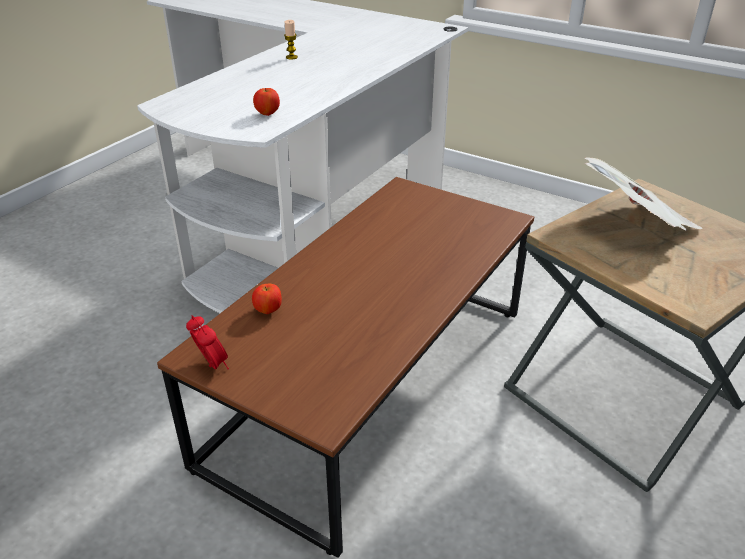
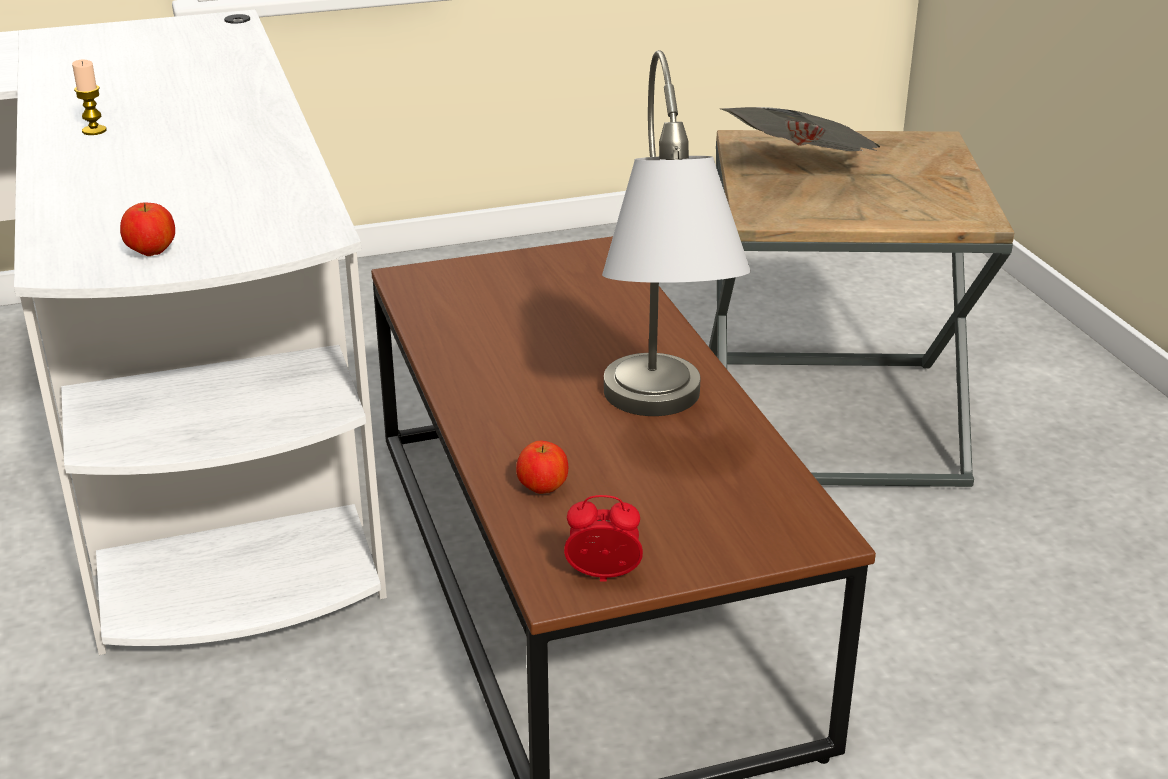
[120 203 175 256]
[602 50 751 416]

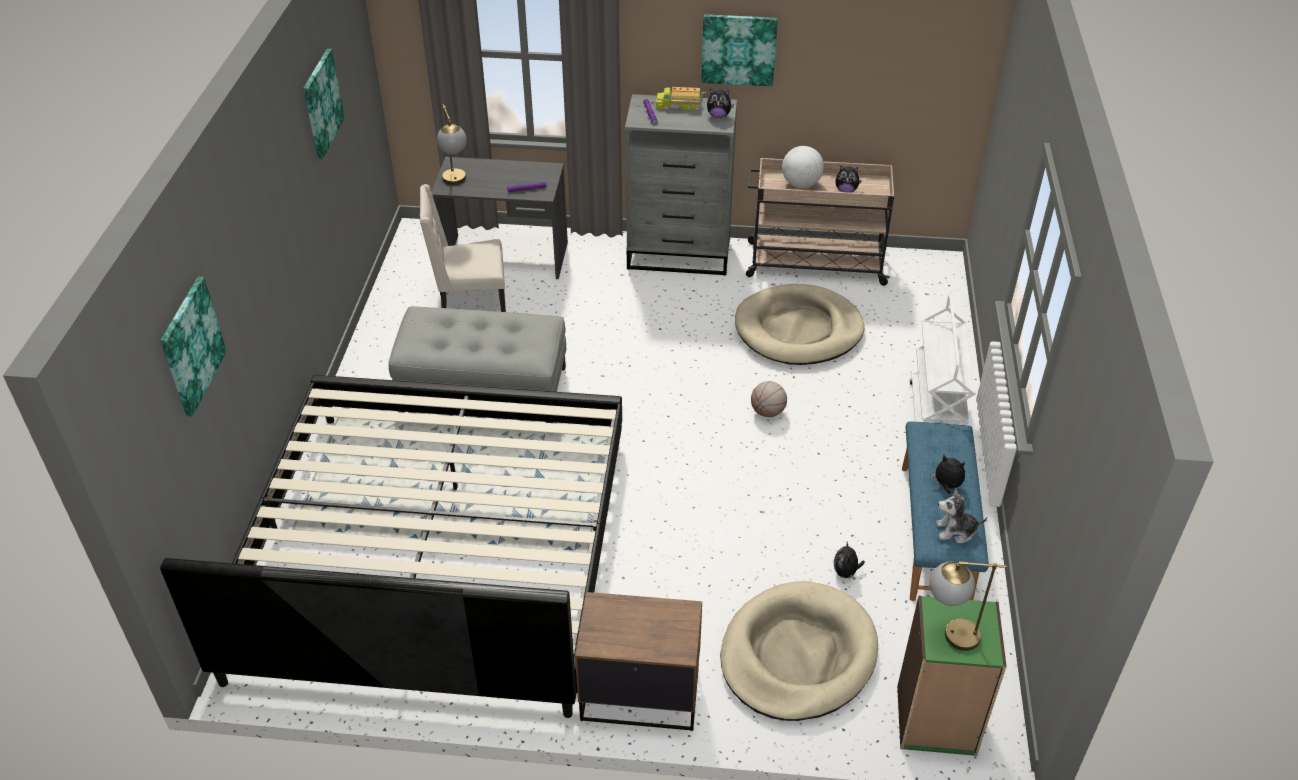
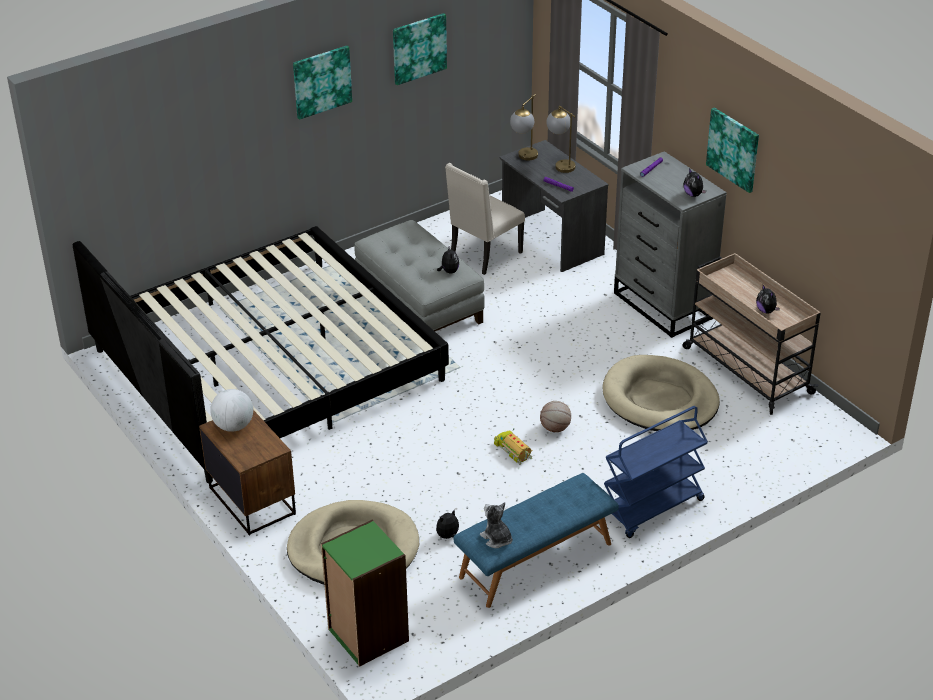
[494 428 533 465]
[210 389 253 432]
[445 163 525 275]
[293 46 352 120]
[604 406 708 538]
[437 245 459 273]
[547 106 575 173]

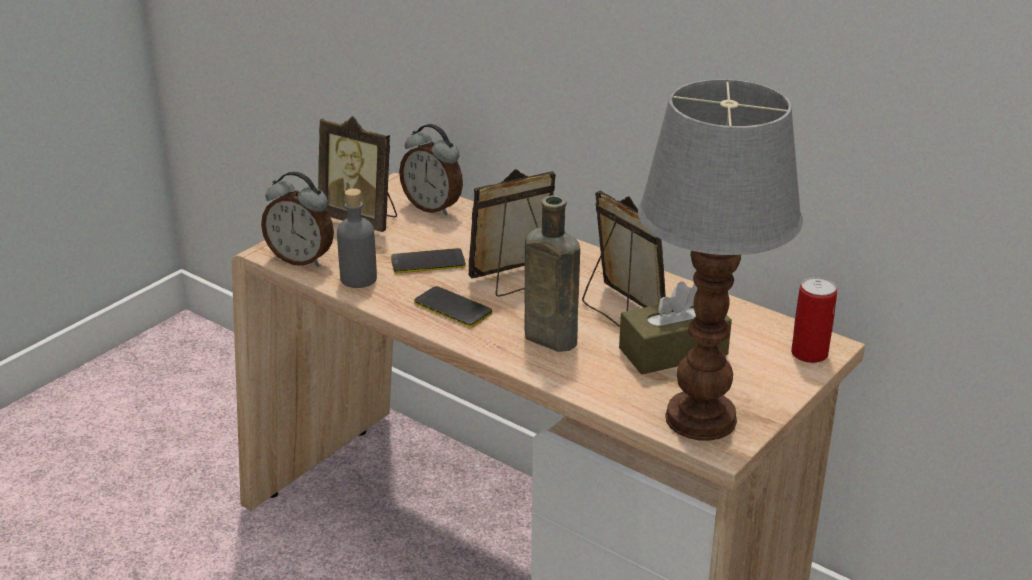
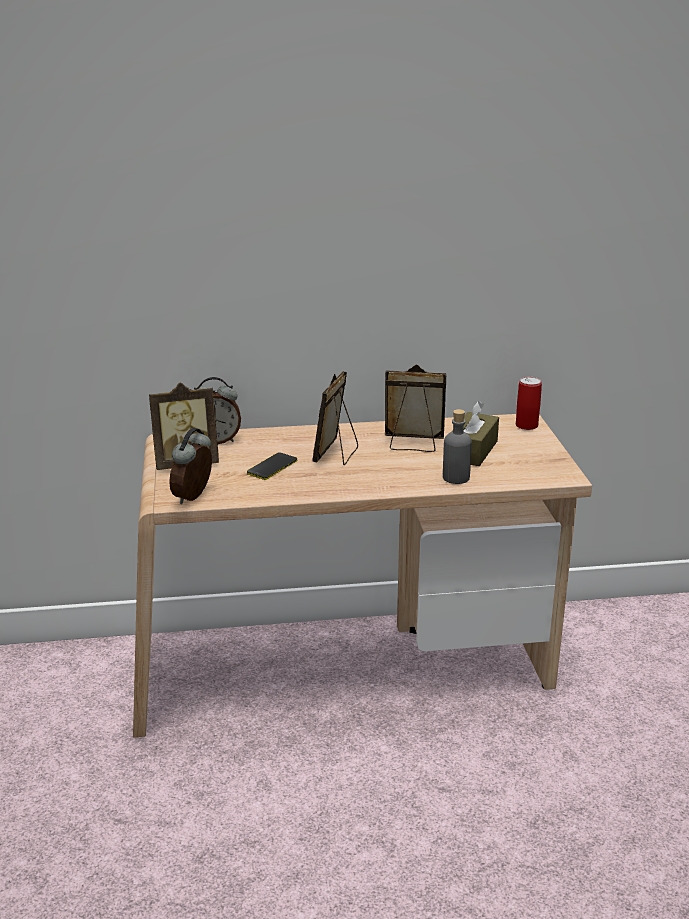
[638 79 803 441] (first image)
[169 428 212 504]
[443 409 472 484]
[525 195 580 352] (first image)
[414 286 492 327] (first image)

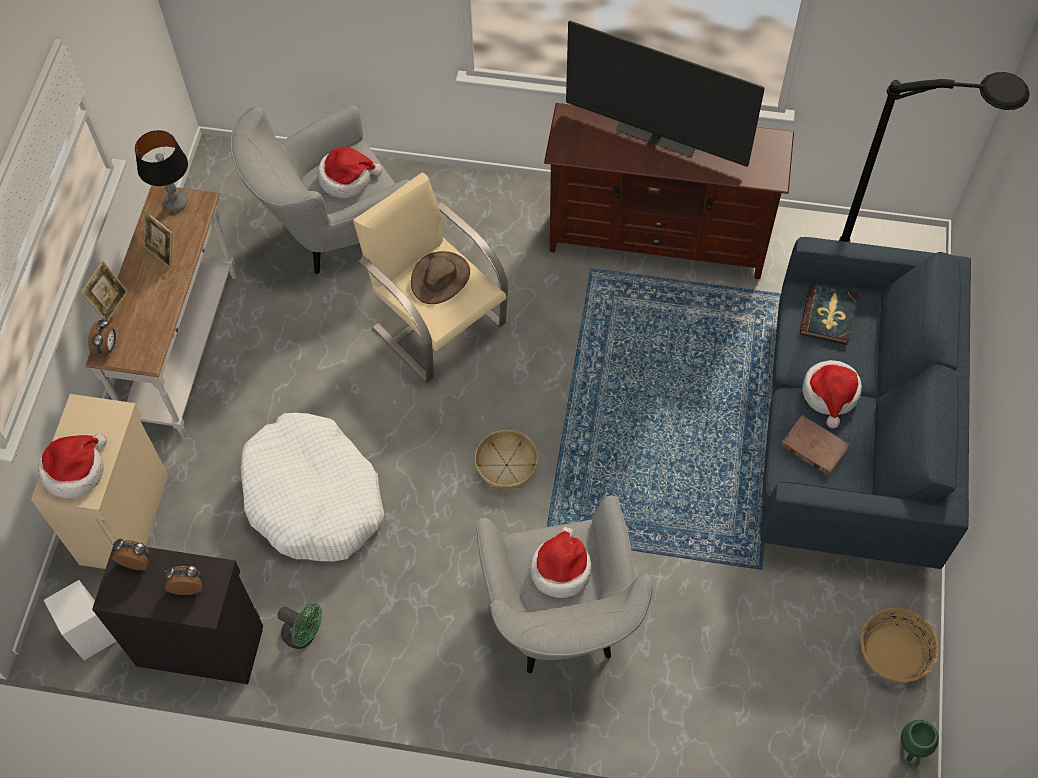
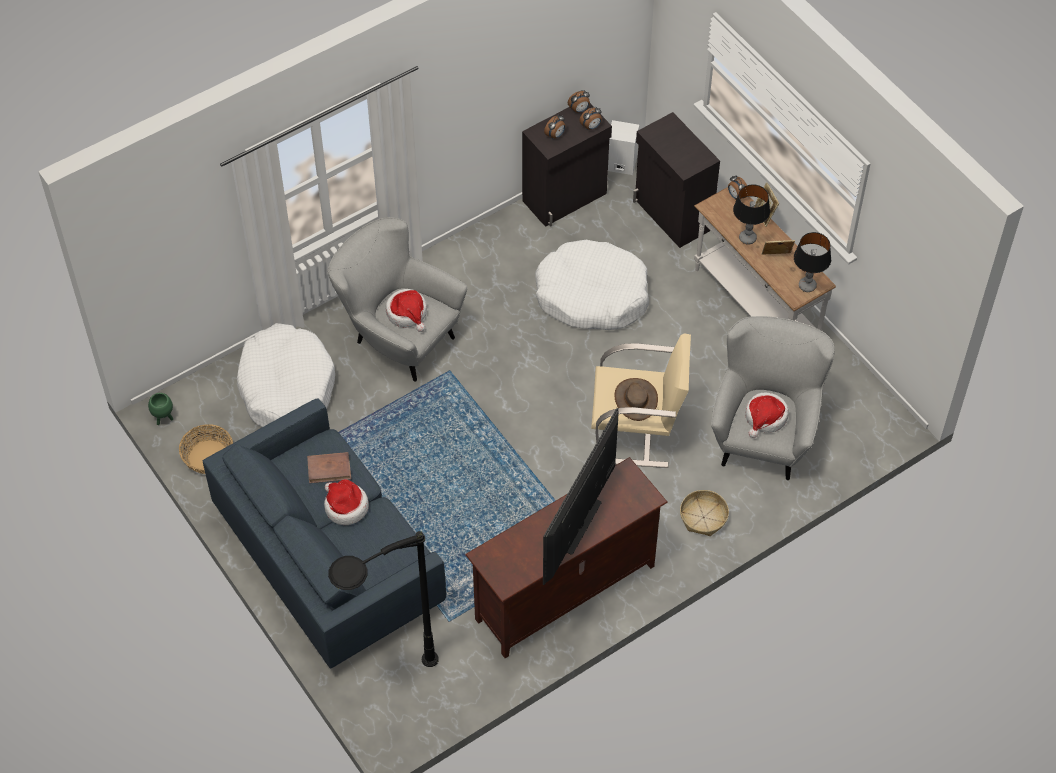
[543 408 619 585]
[800 284 858 345] (first image)
[633 112 720 248]
[680 490 729 536]
[38 434 107 498] (first image)
[278 604 322 649] (first image)
[568 90 590 113]
[733 184 770 245]
[237 323 335 427]

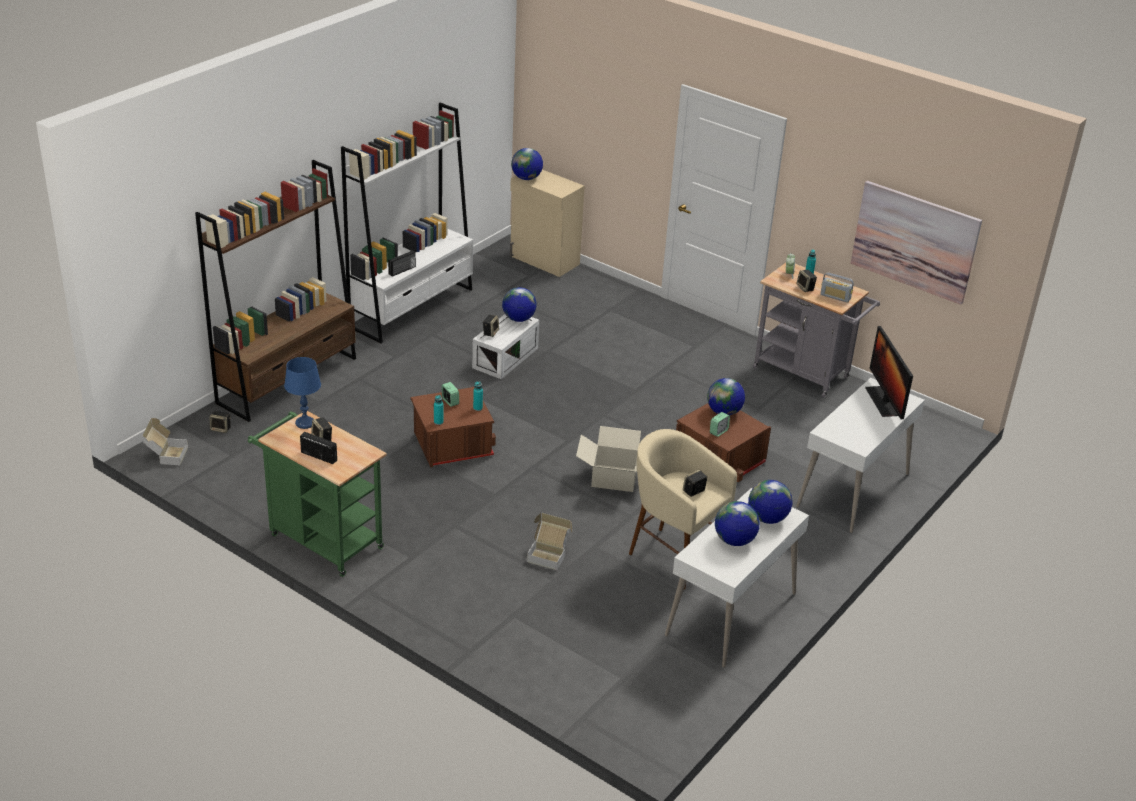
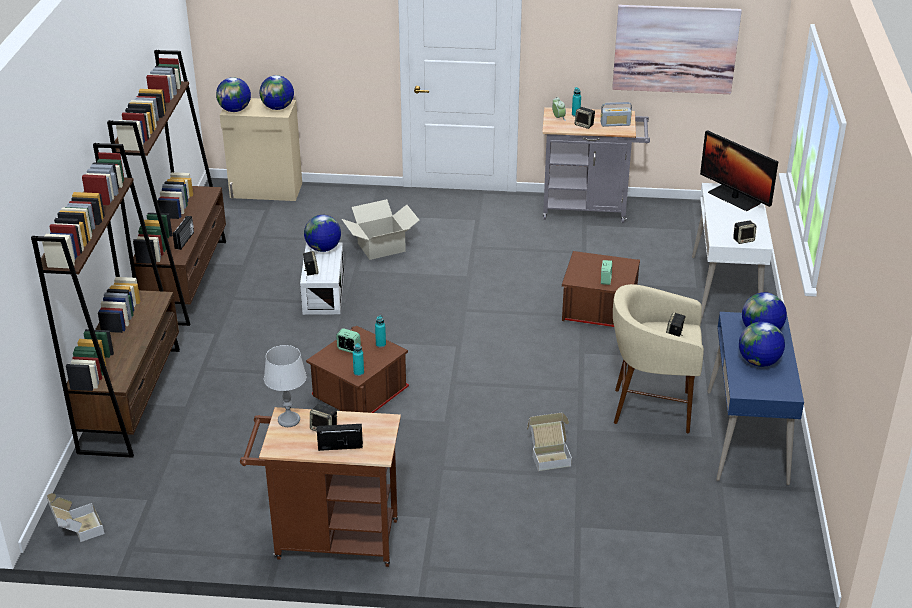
[107 50 226 326]
[264 345 307 427]
[259 75 294 110]
[733 221 756 244]
[240 407 401 567]
[342 199 419 260]
[707 312 804 485]

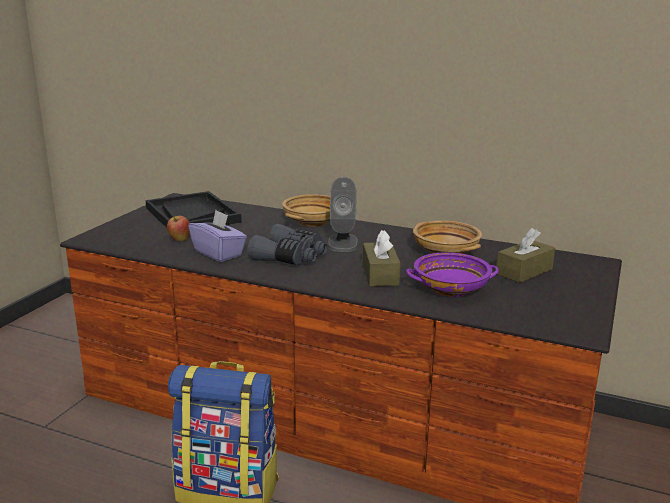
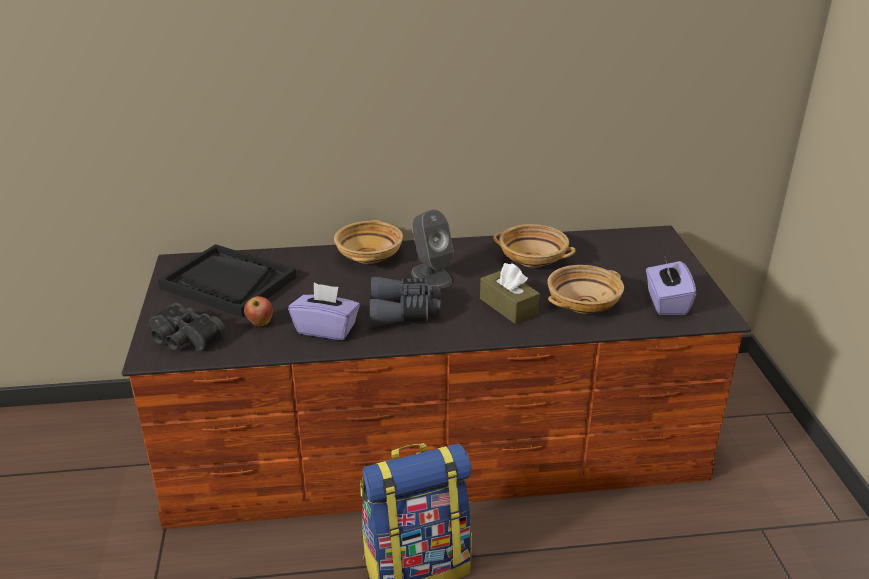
[497 228 555 283] (first image)
[547 265 624 314]
[646 258 697 315]
[150 303 226 351]

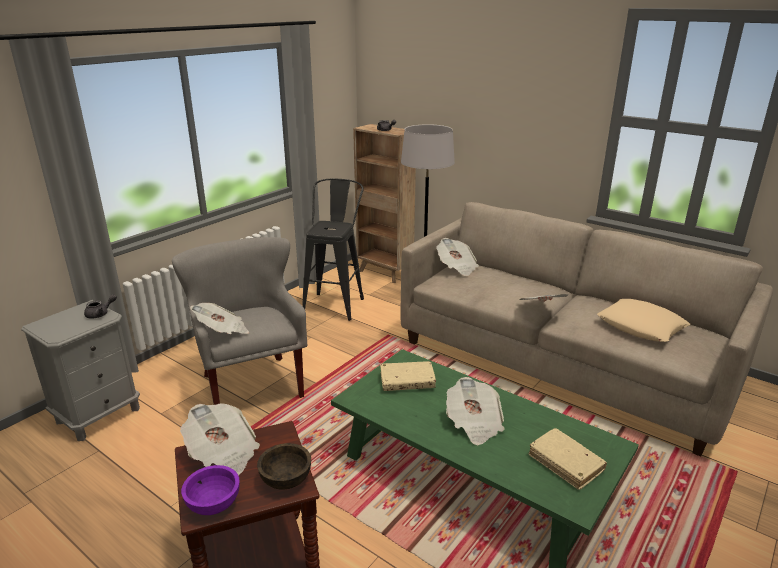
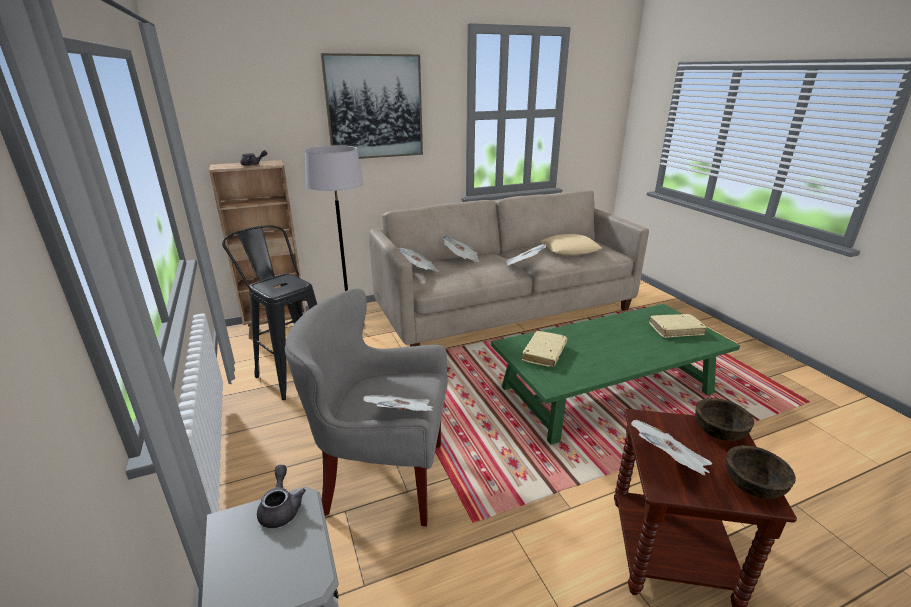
[442 235 479 262]
[726 445 796 499]
[321 53 423 159]

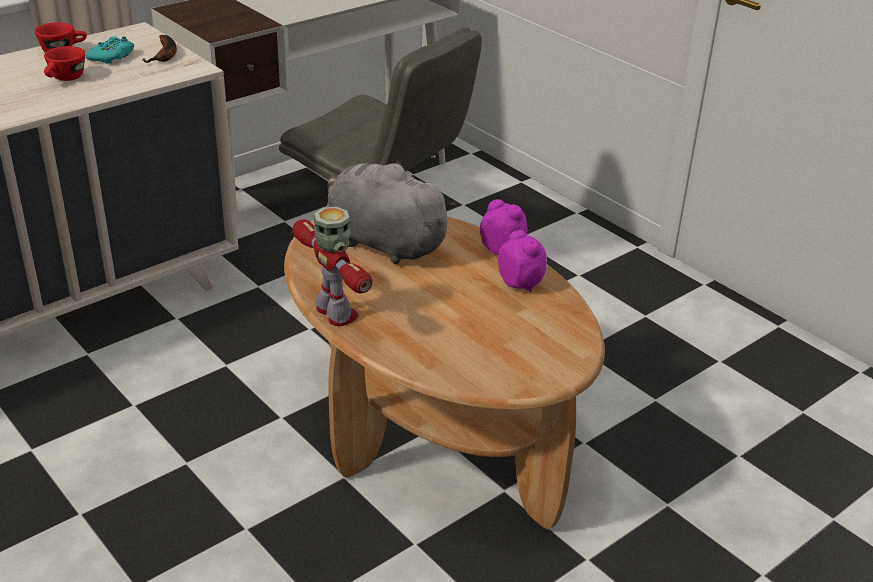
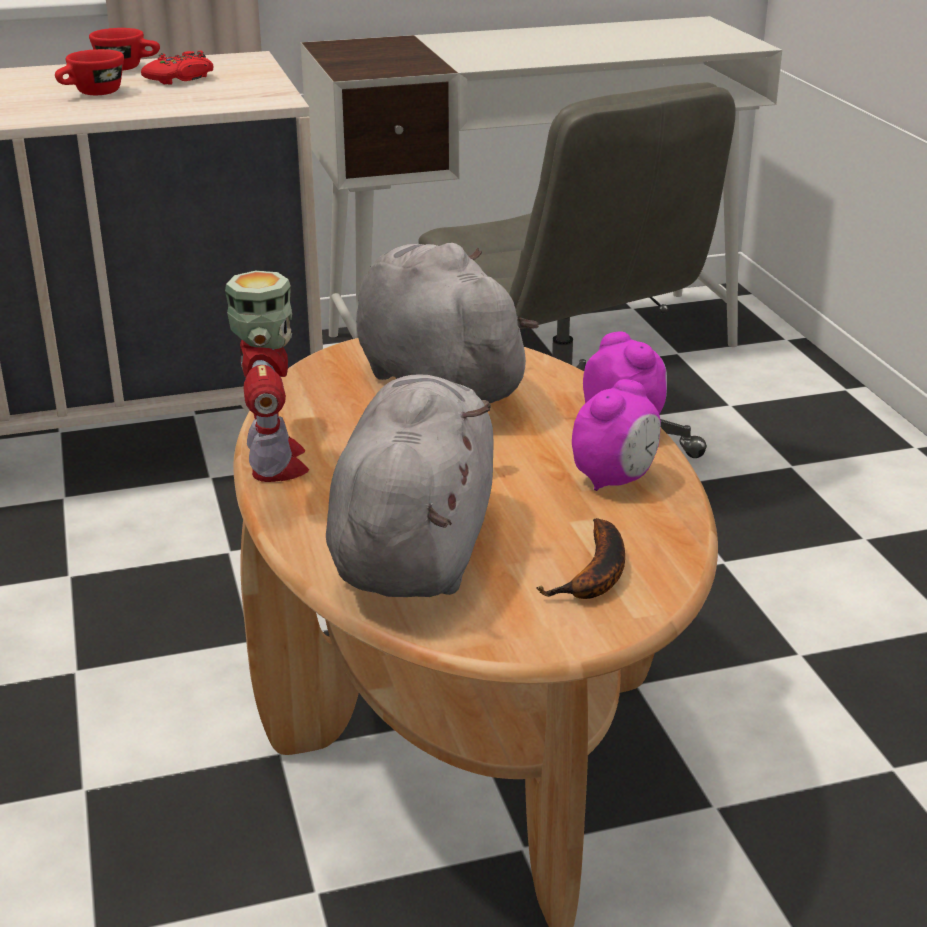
[536 518 625 599]
[141 51 214 85]
[572 379 661 491]
[326 375 494 597]

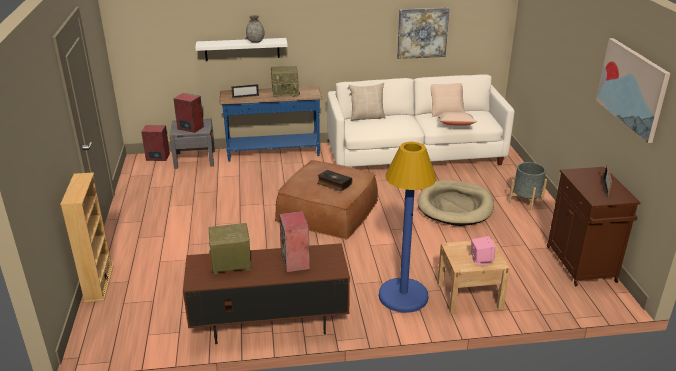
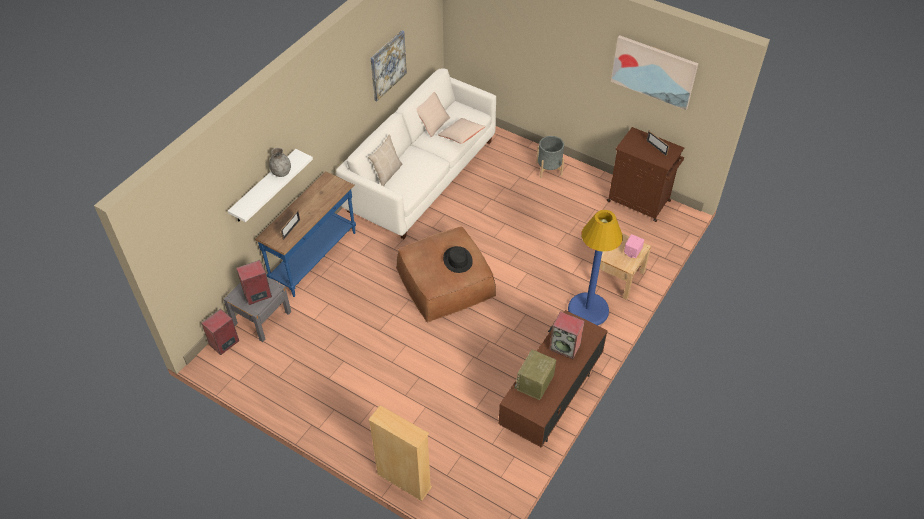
[271 66 300 97] (first image)
[443 246 473 273]
[418 180 494 226] (first image)

